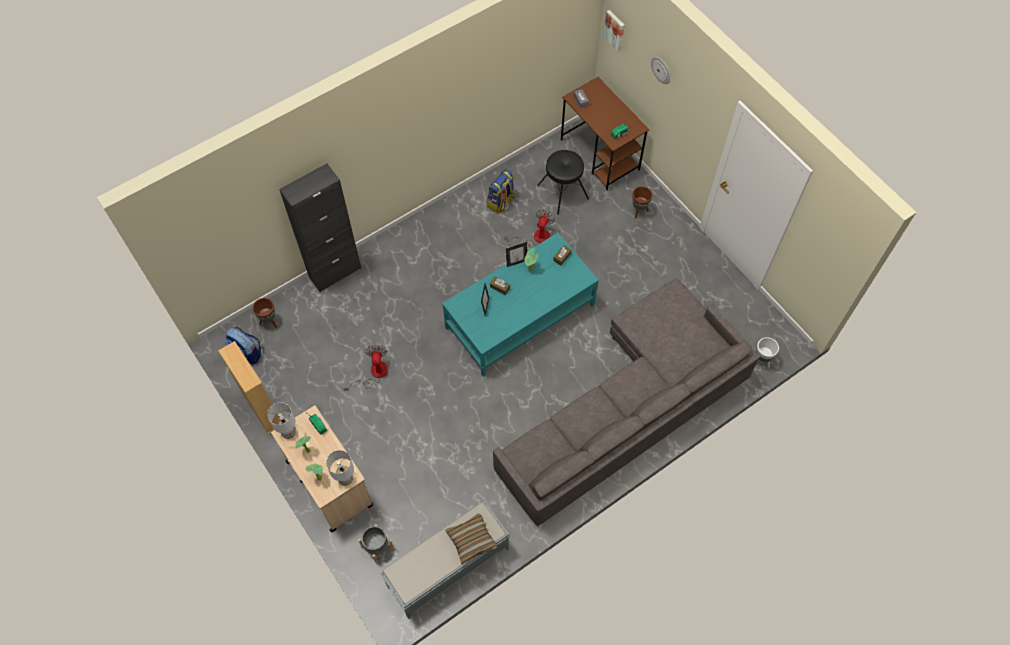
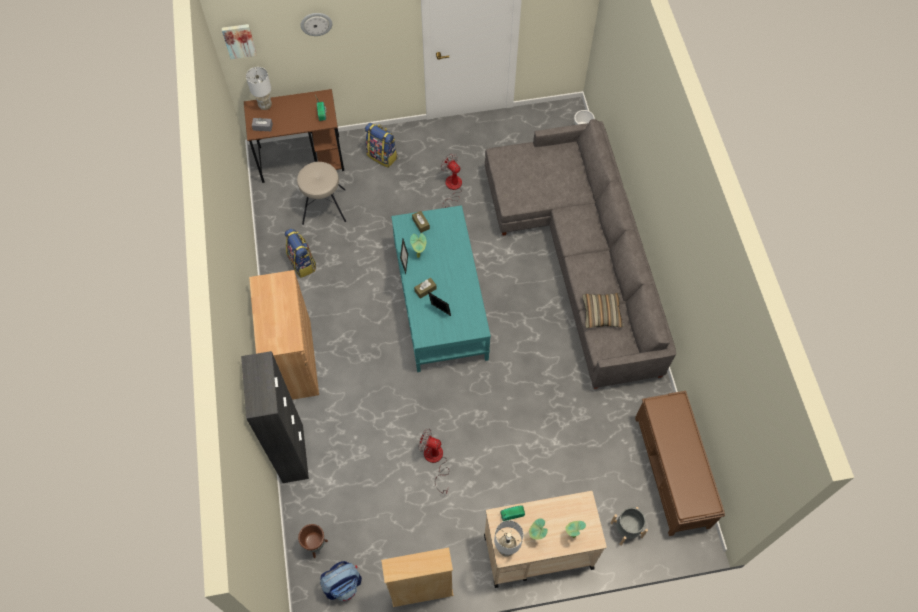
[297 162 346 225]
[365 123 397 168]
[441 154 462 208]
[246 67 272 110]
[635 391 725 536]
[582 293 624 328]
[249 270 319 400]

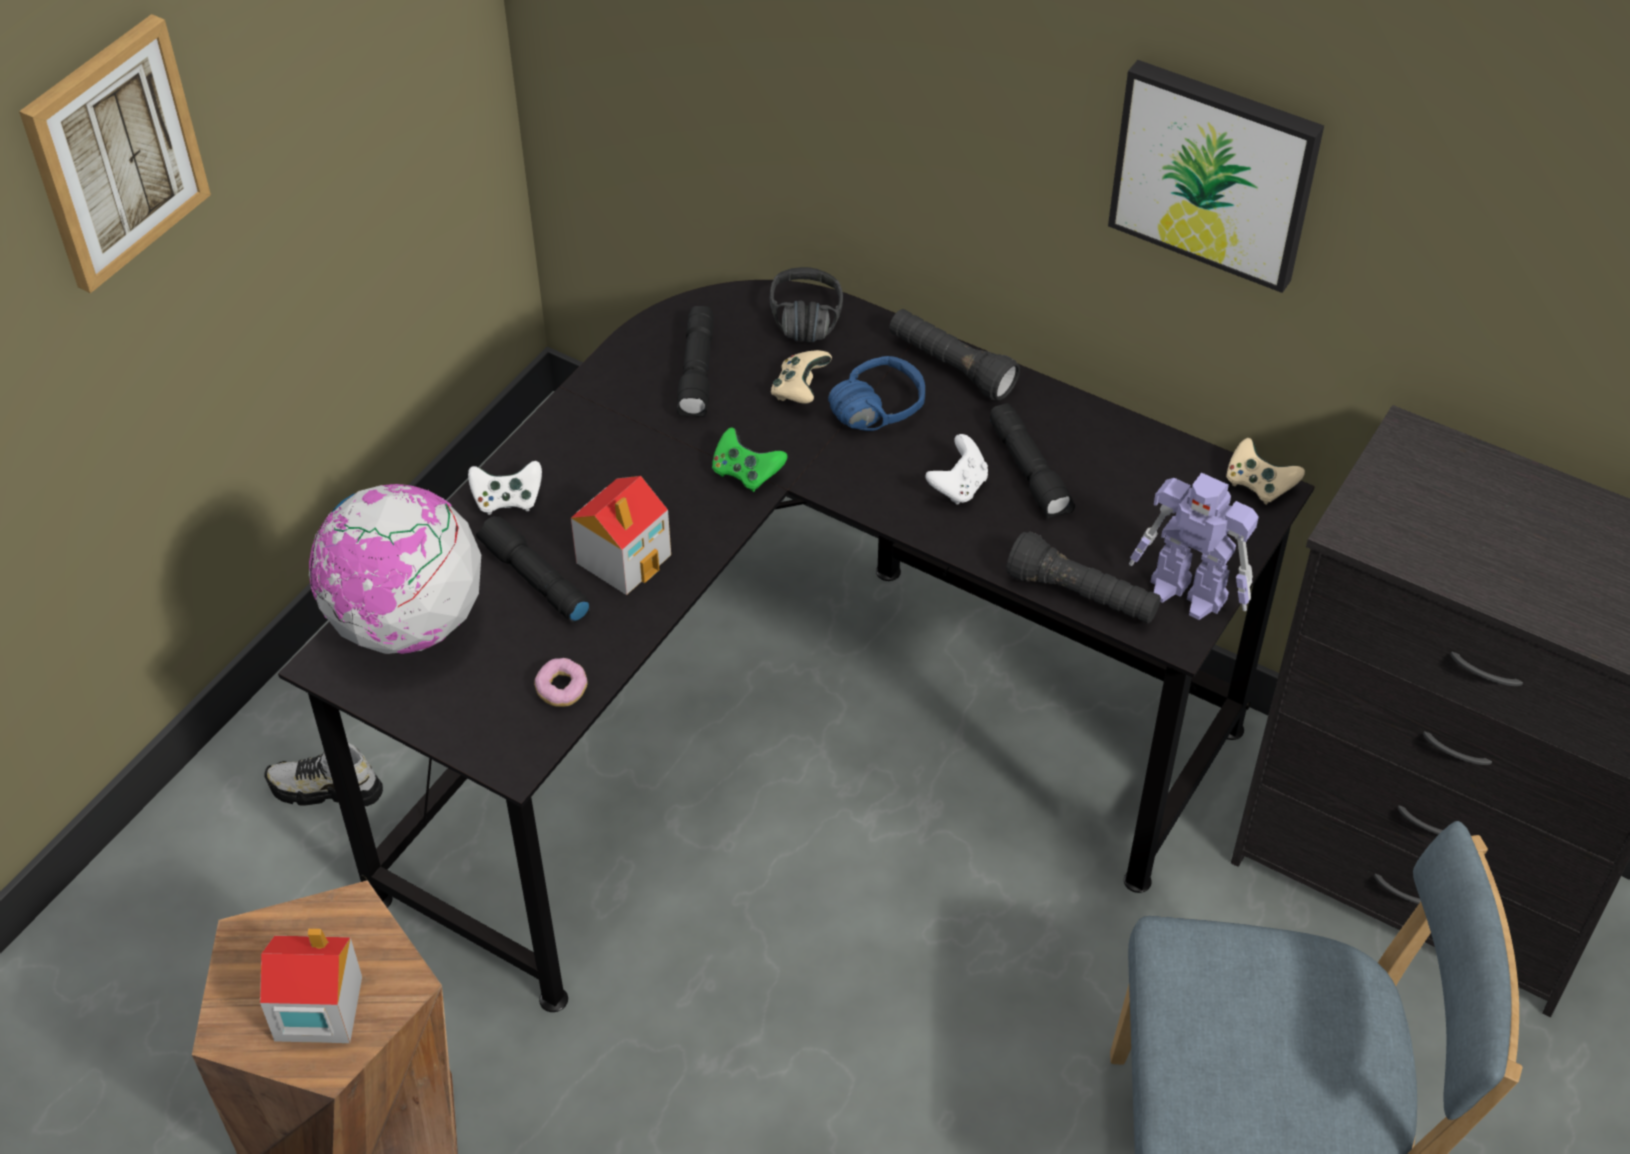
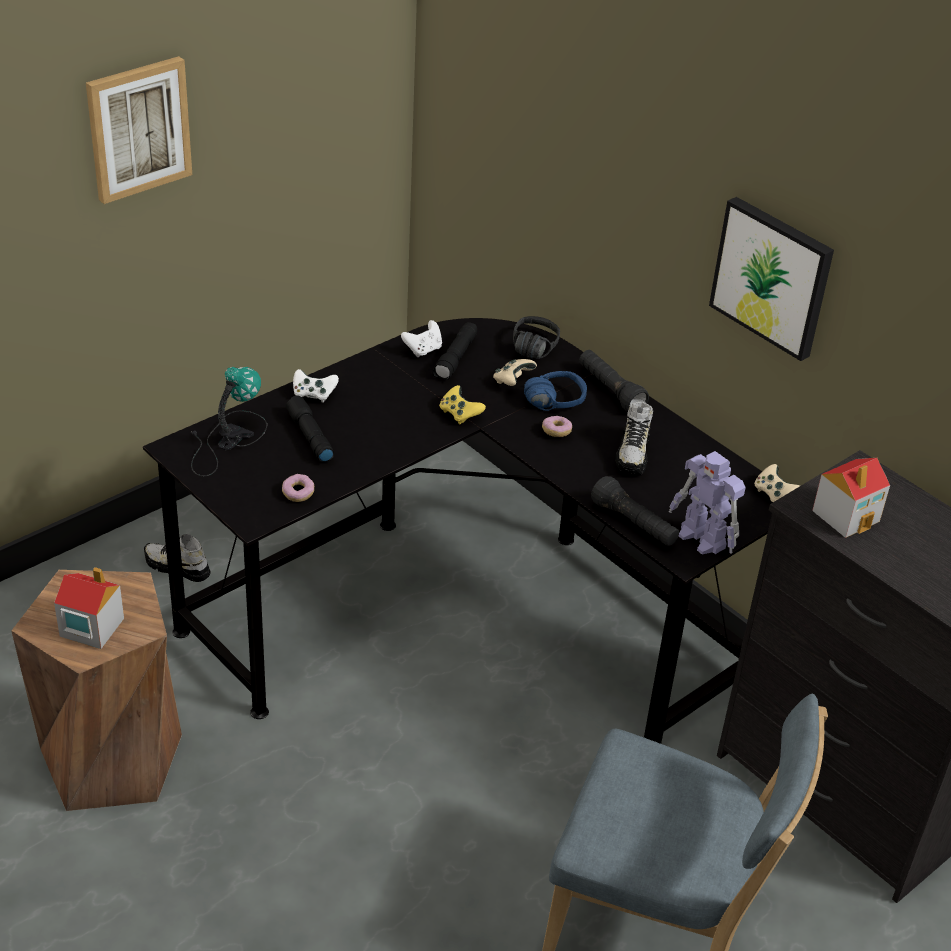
[616 401 653 474]
[439 385 486 425]
[401 320 442 357]
[812 458 890 538]
[191 367 267 477]
[542 416 572 437]

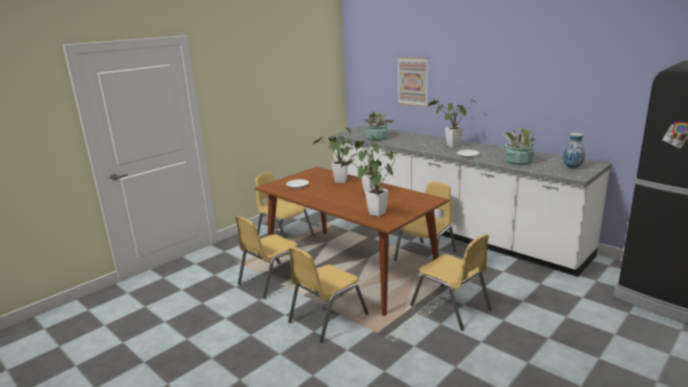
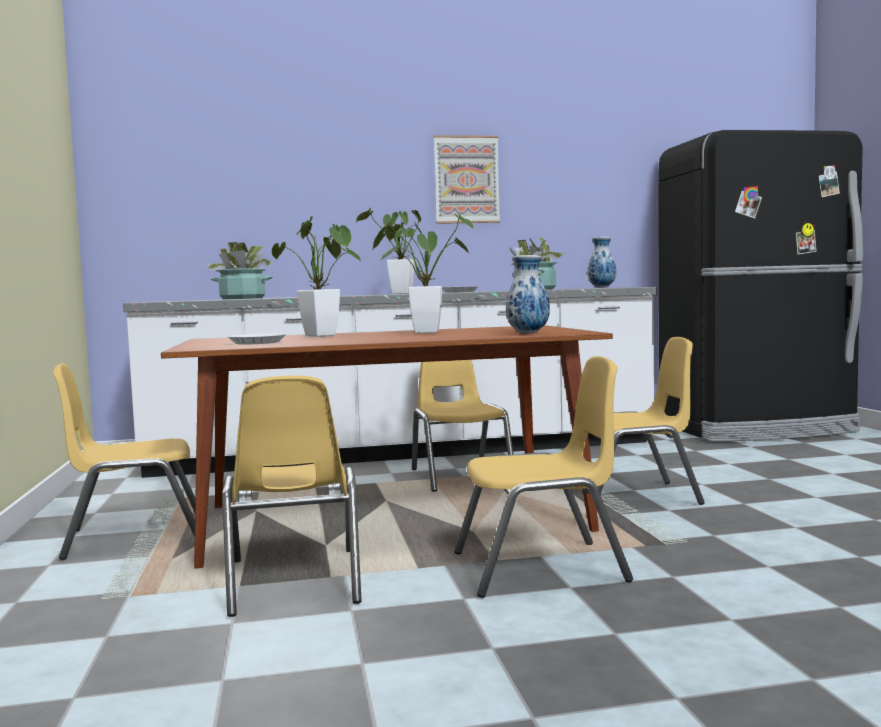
[434 135 500 224]
[506 255 550 333]
[454 356 633 598]

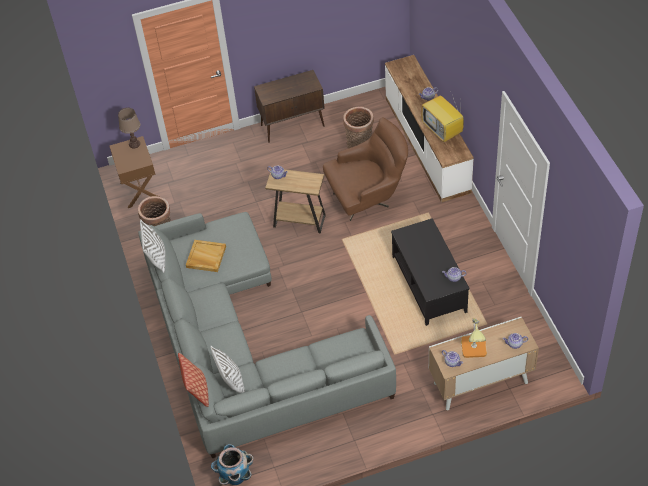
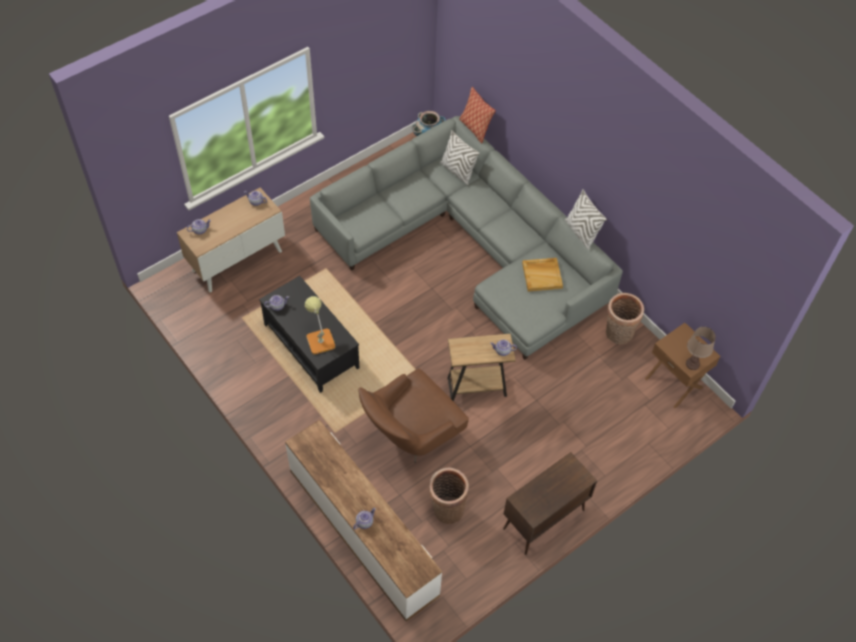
[421 95 464 142] (first image)
[305 296 335 355]

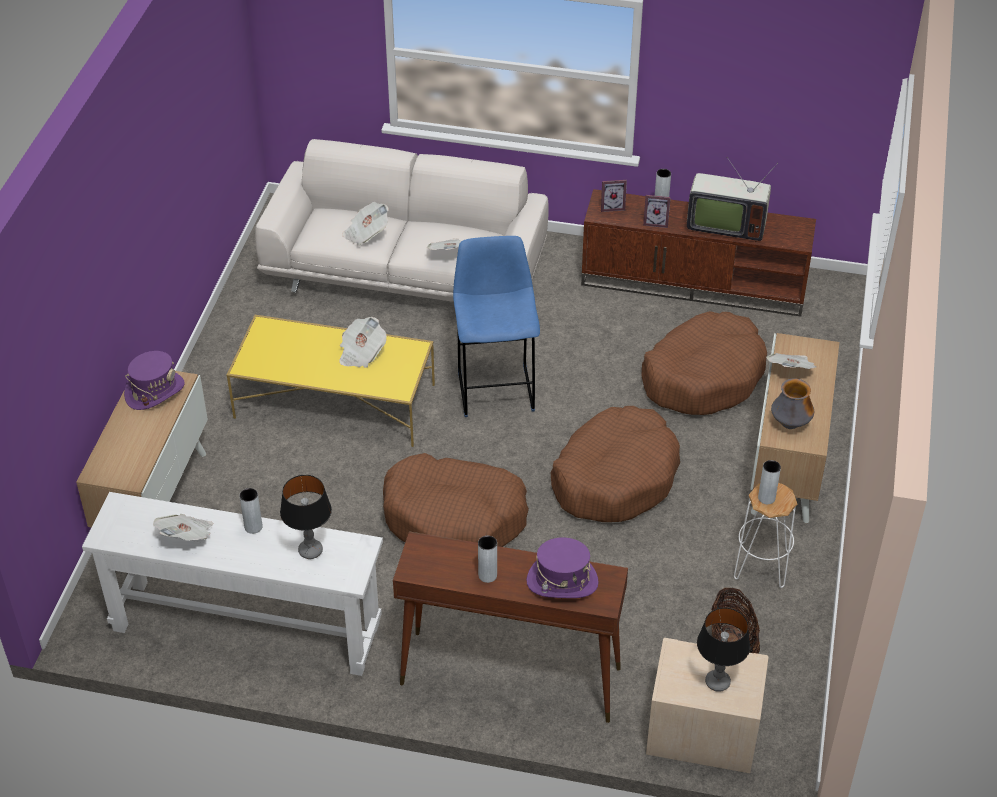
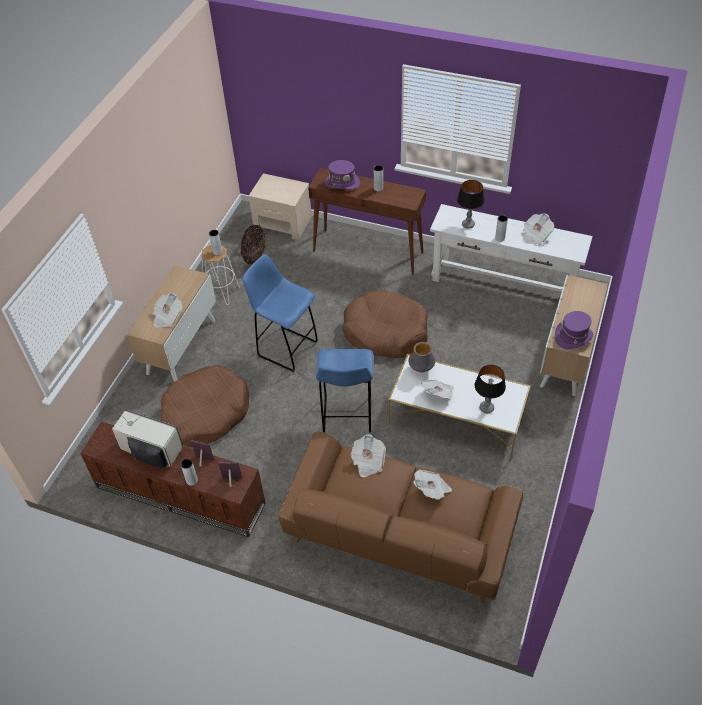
[279 431 523 603]
[388 354 531 458]
[409 342 435 372]
[242 254 318 372]
[474 365 506 413]

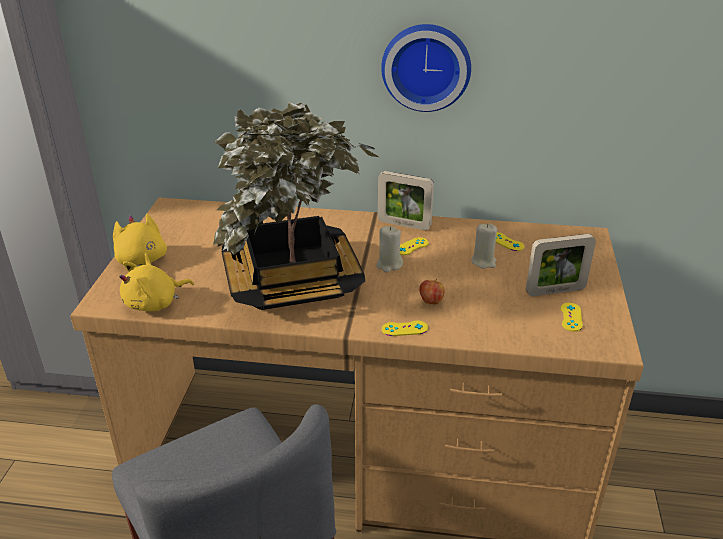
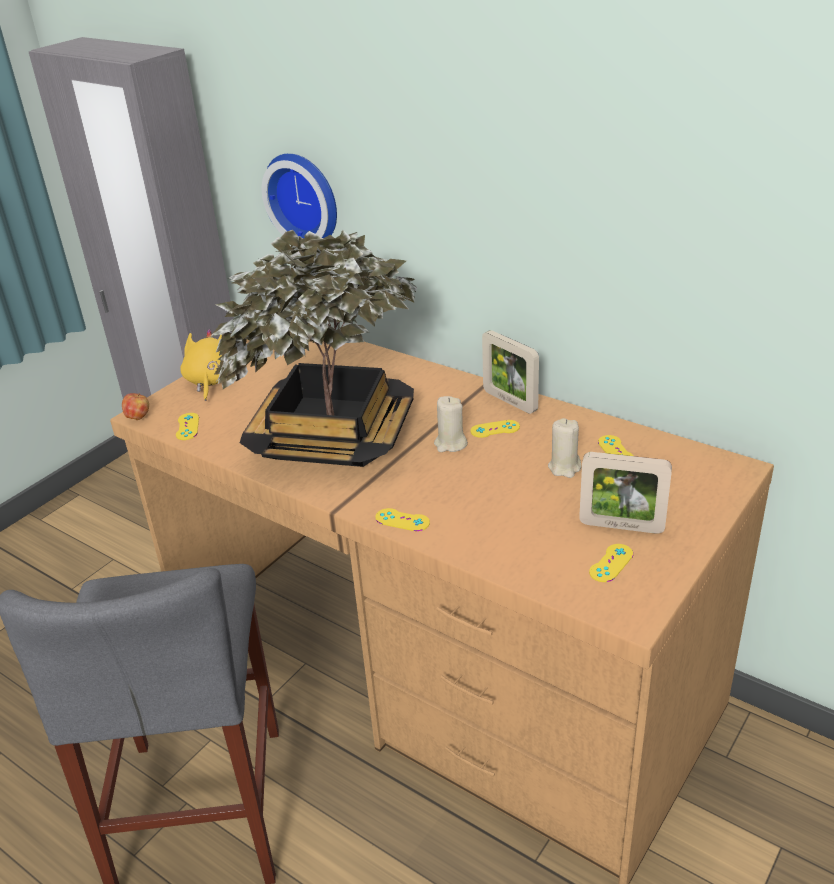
[262 154 337 238]
[176 413 199 440]
[122 393 149 420]

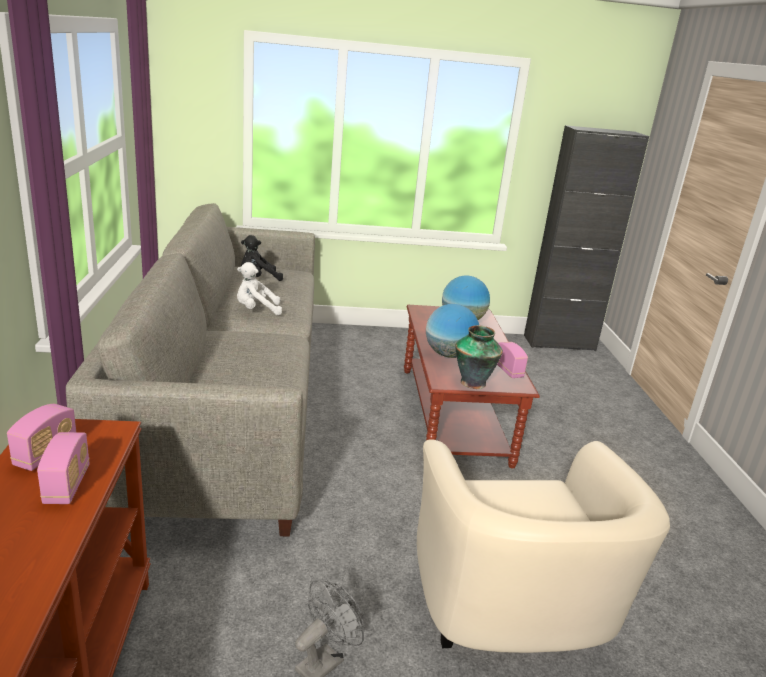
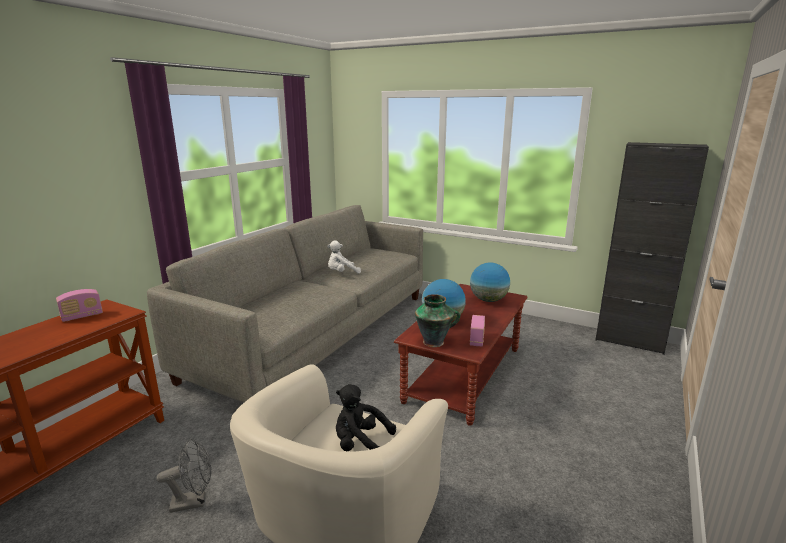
[336 384 396 451]
[327 240 361 274]
[37 432 90 504] (first image)

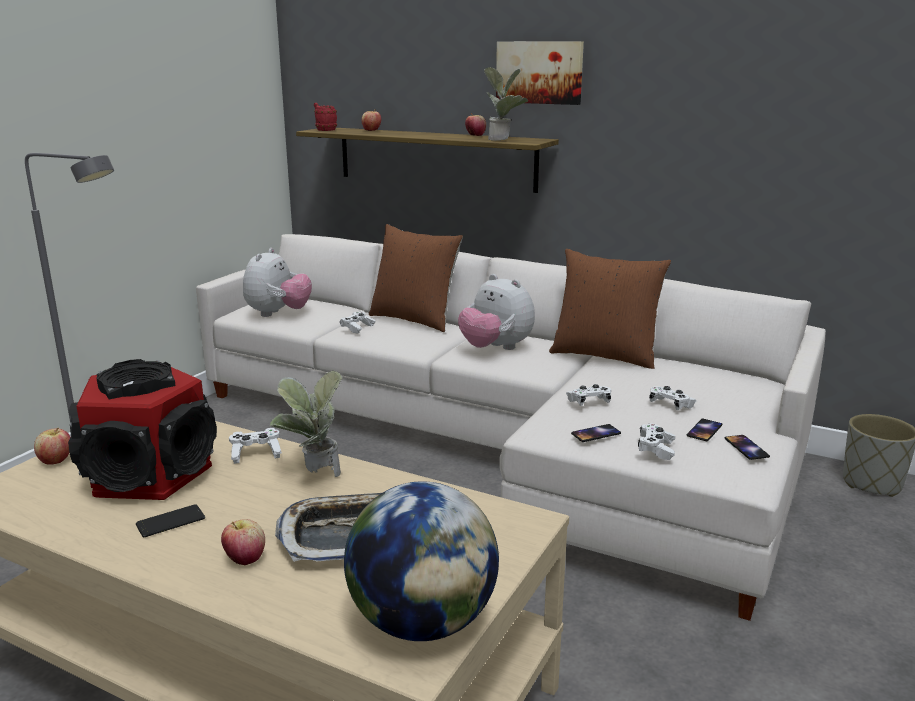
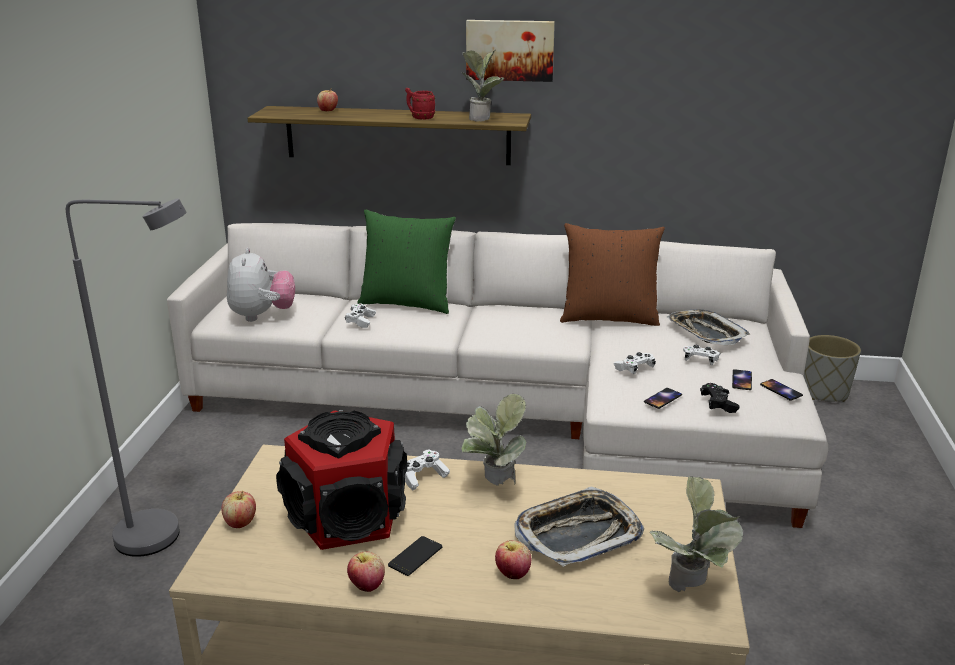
[405 88 435 120]
[347 551 385 592]
[357 210 456 314]
[458 274 535 350] (first image)
[700 383 740 413]
[650 476 743 592]
[667 309 750 345]

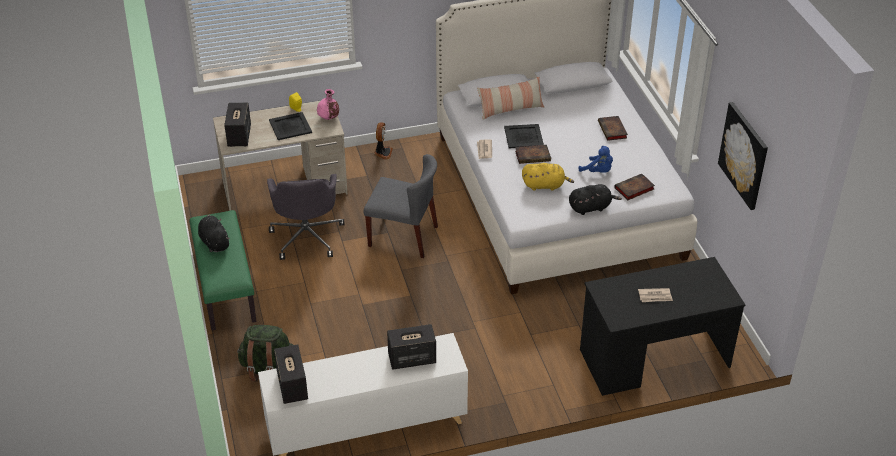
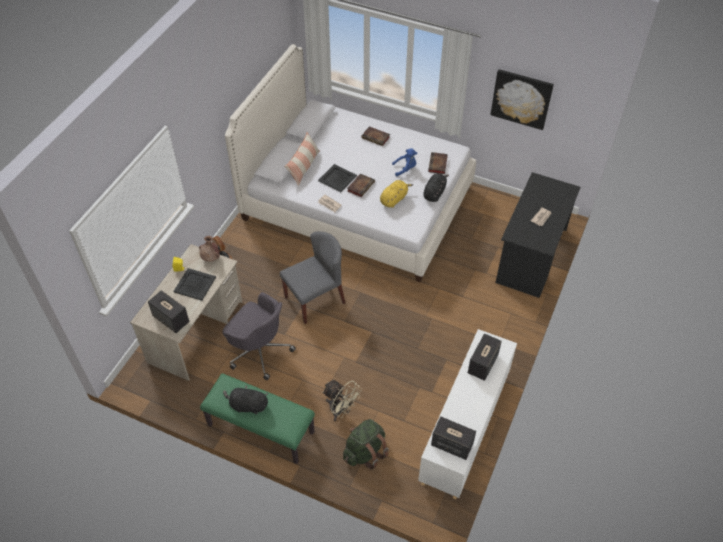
[199 236 220 262]
[322 380 362 421]

